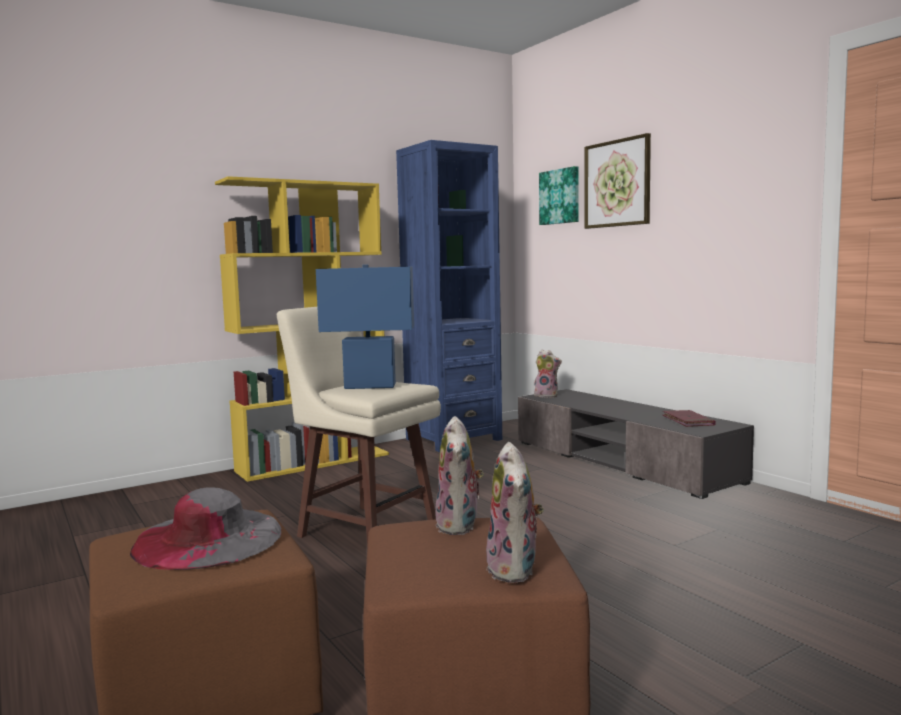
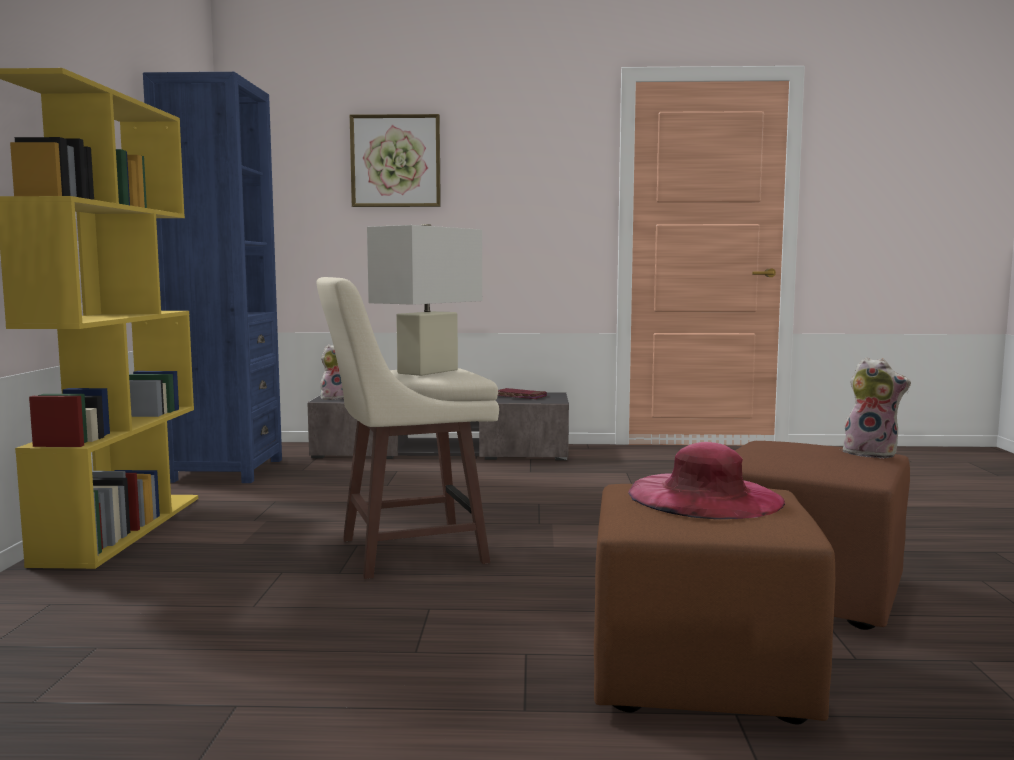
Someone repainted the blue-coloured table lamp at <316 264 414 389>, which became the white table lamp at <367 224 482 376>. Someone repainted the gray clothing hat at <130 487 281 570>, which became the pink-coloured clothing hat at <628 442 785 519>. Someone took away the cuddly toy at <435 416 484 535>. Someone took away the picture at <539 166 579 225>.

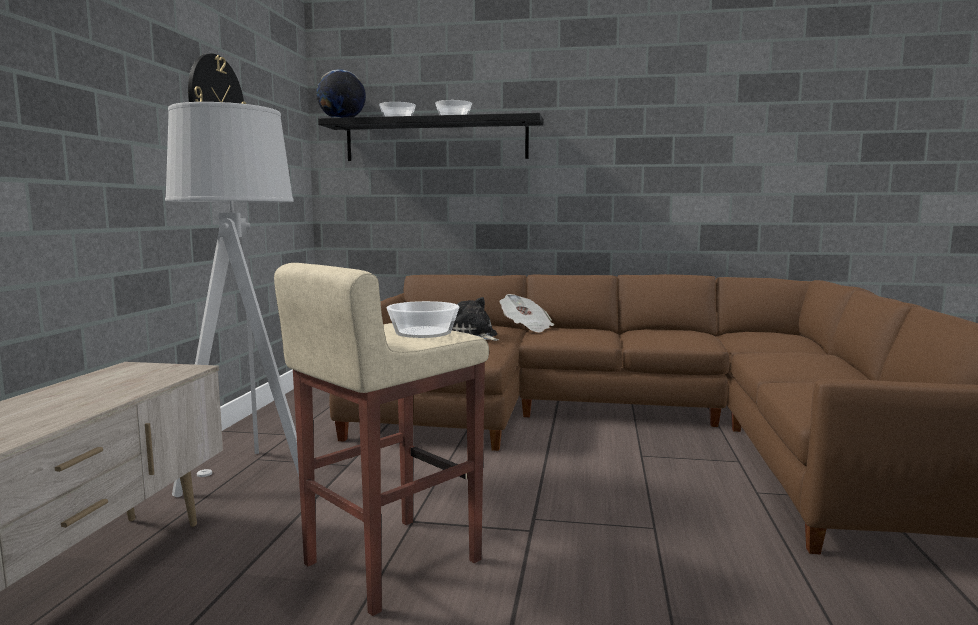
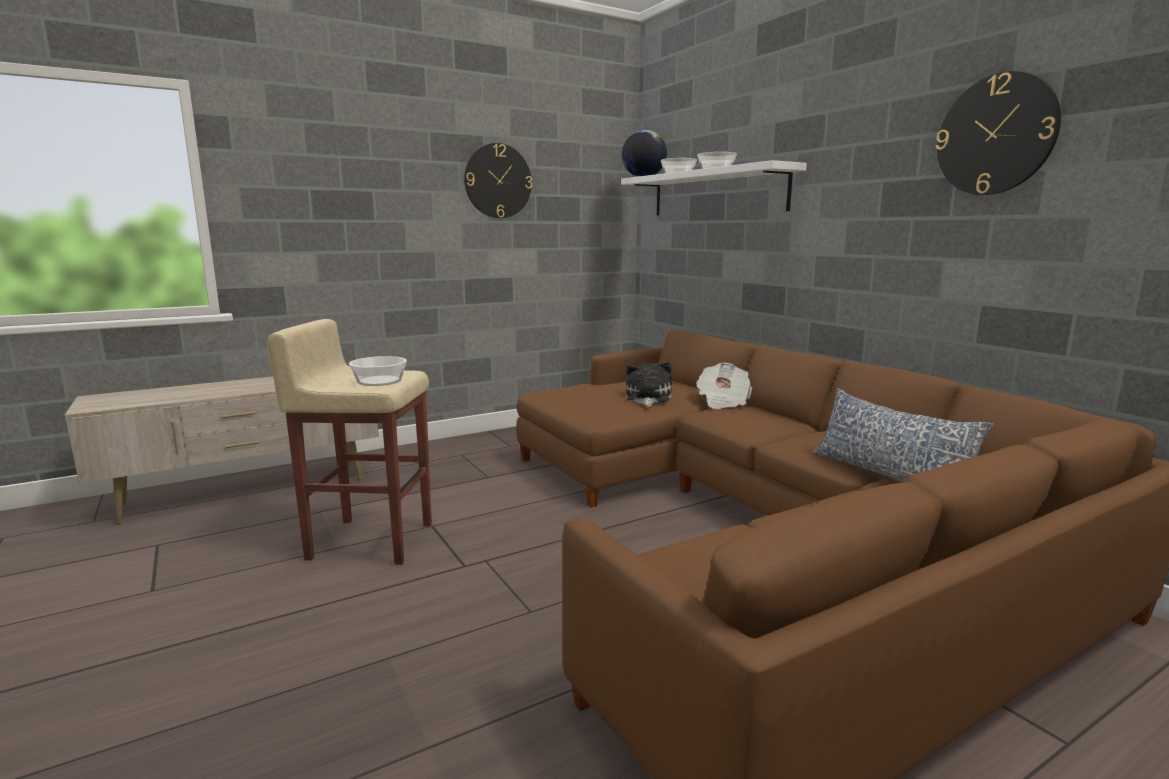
Someone repainted the blackish bracket shelf at <318 113 543 161>, which became the white bracket shelf at <621 160 807 215>. Someone put down the cushion at <813 388 994 482>. Someone put up the clock on the wall at <936 71 1061 195>. Someone took away the gray standard lamp at <165 102 299 497>.

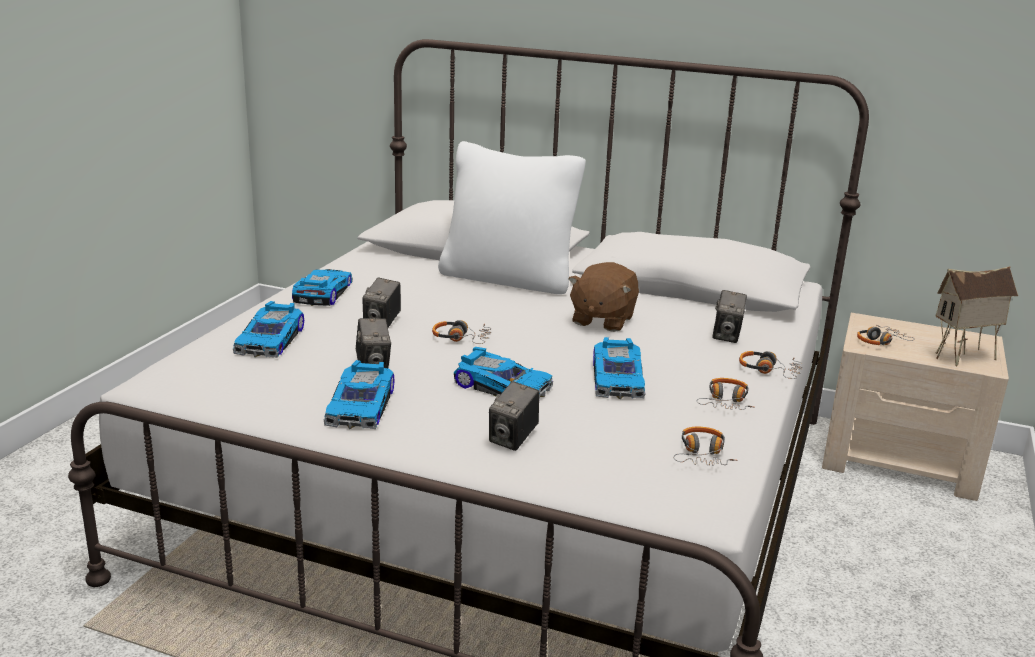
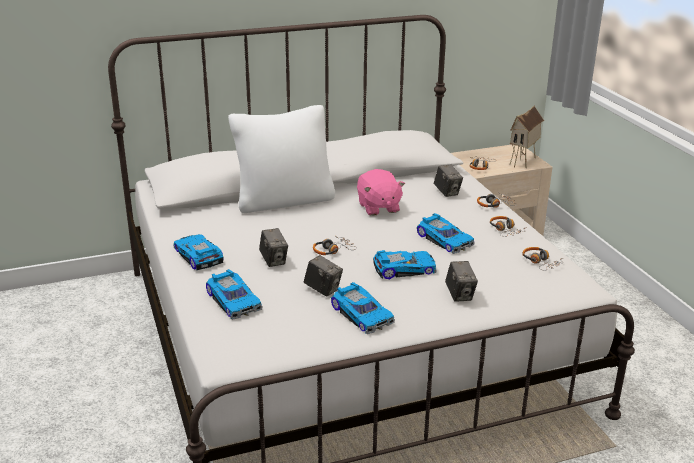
Someone repainted the brown cuddly toy at <568 262 639 332>, which became the pink-coloured cuddly toy at <357 169 405 216>.

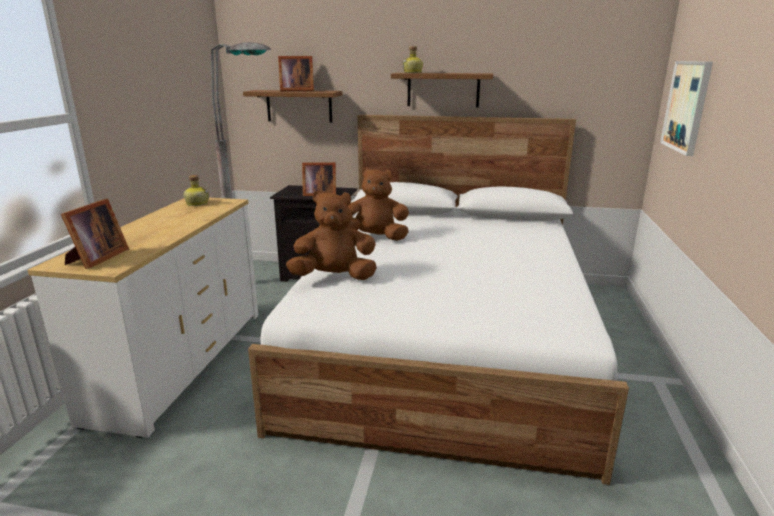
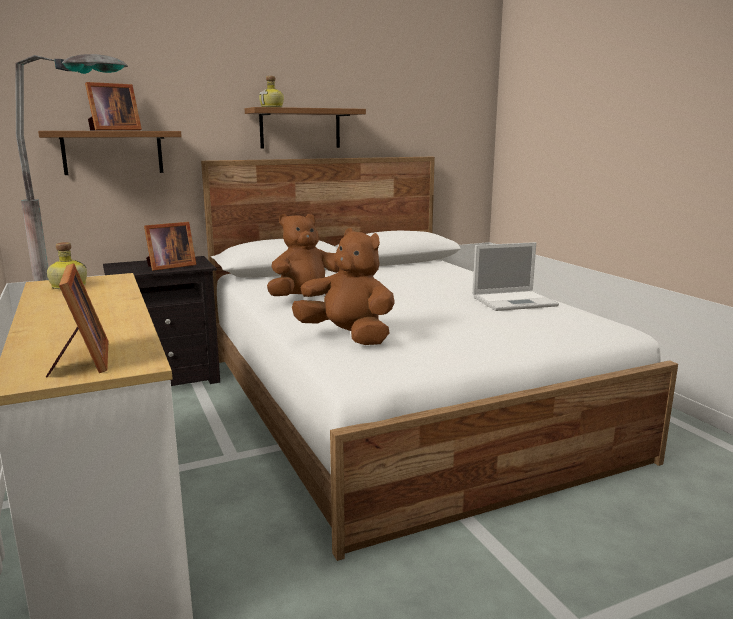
Someone rotated the brown cuddly toy at <286 191 377 280> by 75 degrees clockwise. Someone put down the notebook computer at <473 242 559 311>. Someone took away the picture at <660 61 713 156>.

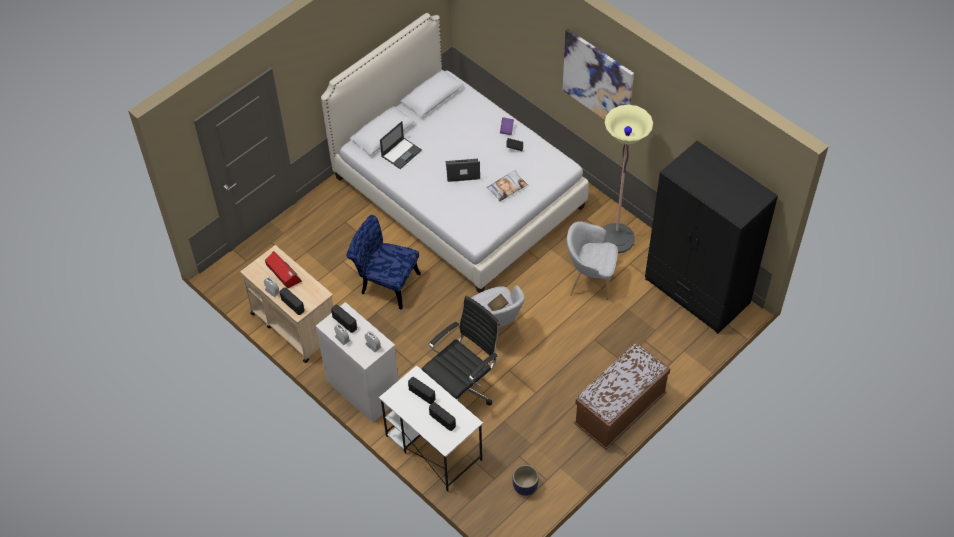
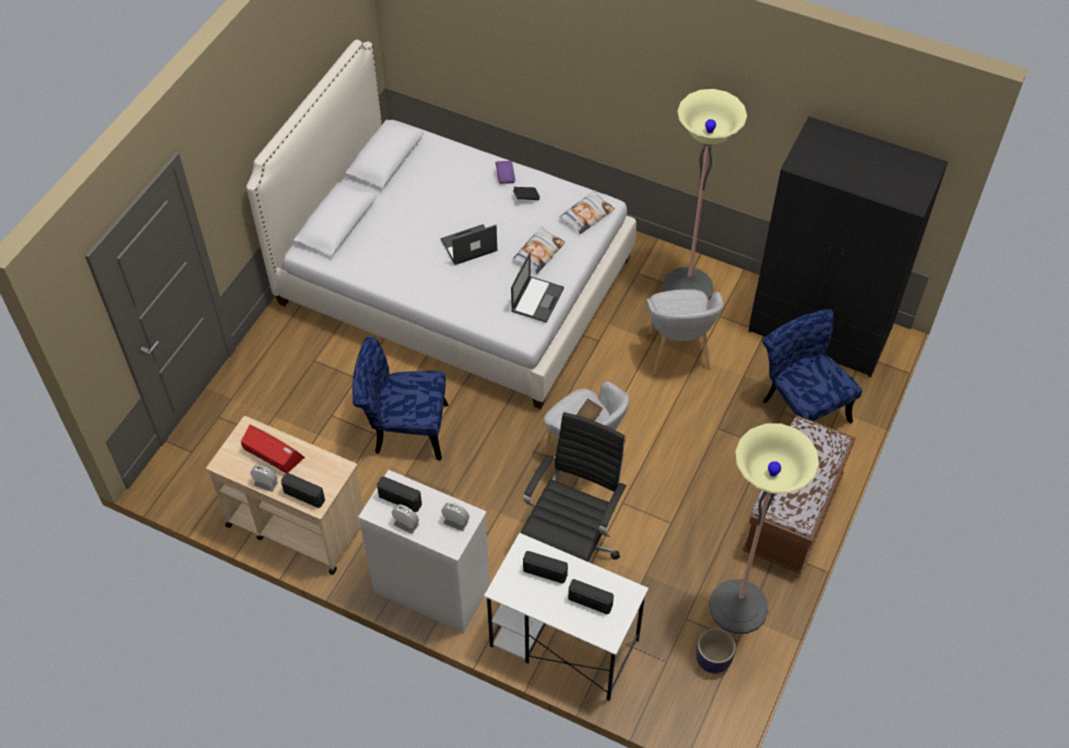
Someone carried the notebook computer from <380 121 422 169> to <511 252 564 323>. Someone put down the cushion at <559 191 615 234>. Someone rotated the gray lounge chair at <567 221 618 300> by 90 degrees counterclockwise. Someone put down the standard lamp at <709 424 819 634>. Someone put down the blue-coloured chair at <763 309 862 423>. Someone took away the picture at <563 29 634 120>.

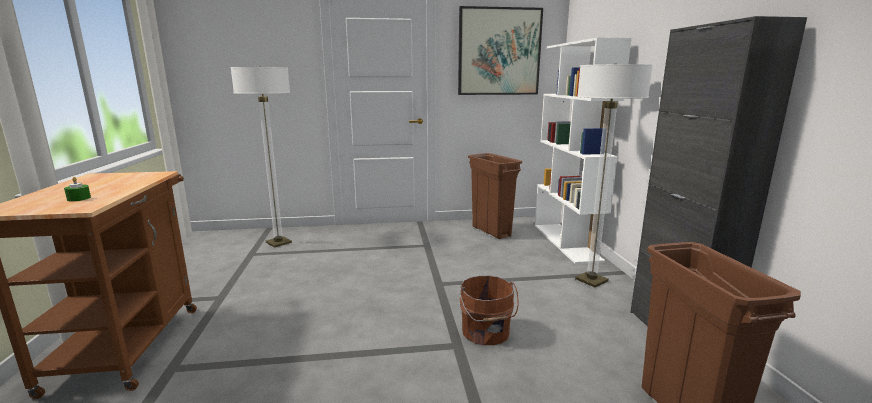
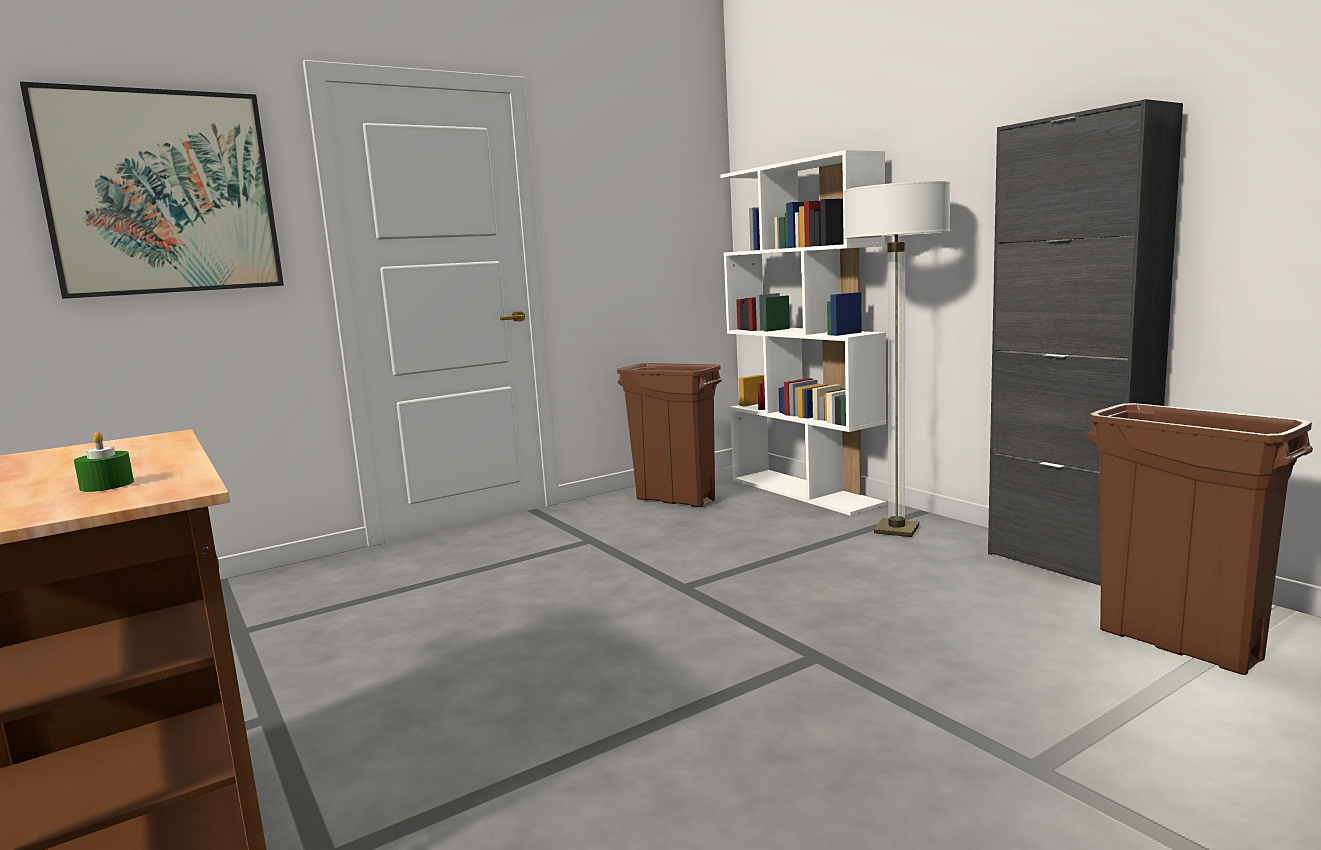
Someone carried the picture from <458 6 543 95> to <20 82 284 299>. Someone took away the standard lamp at <230 66 292 248>. Someone took away the brown pail at <460 276 519 345>.

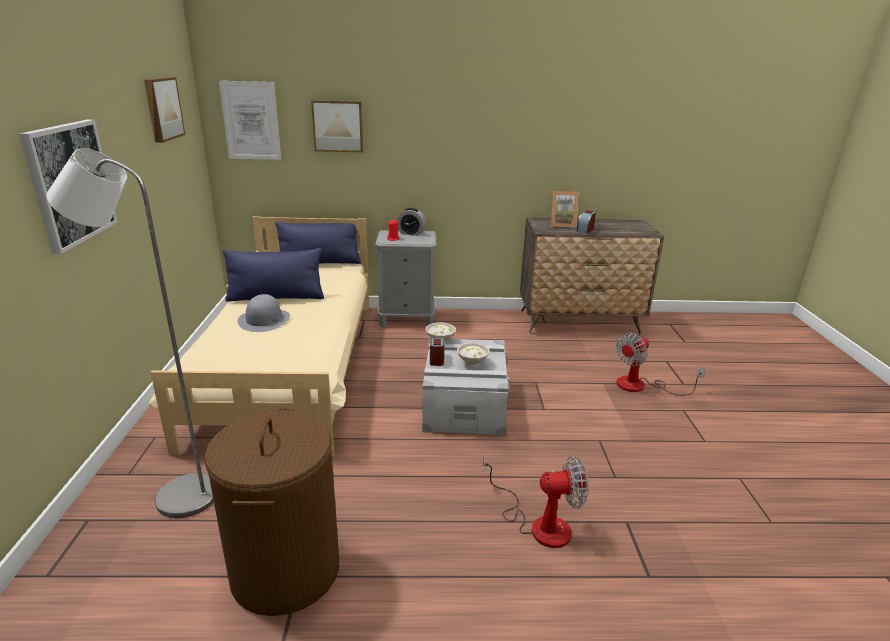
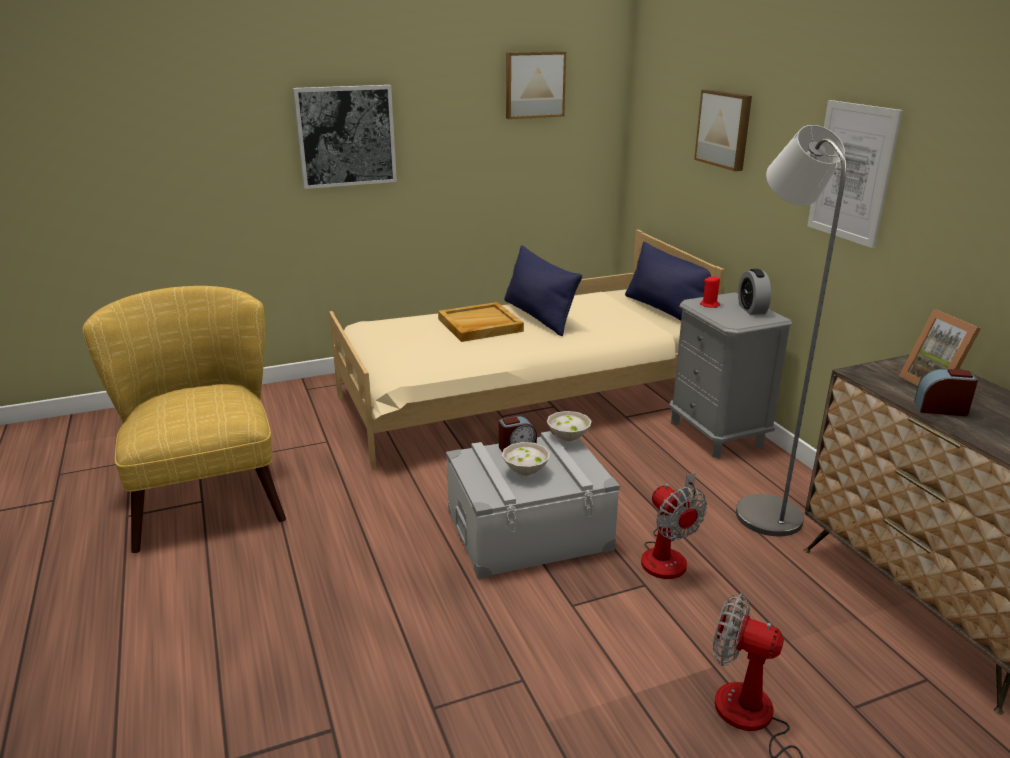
Someone swapped the brown hamper at <204 408 339 616> for the yellowish lounge chair at <83 286 286 553>. Someone swapped the gray clothing hat at <238 294 290 332> for the beige-coloured serving tray at <438 302 524 342>. Someone carried the electric fan from <483 455 588 548> to <641 473 707 579>. Someone carried the gray standard lamp from <46 148 214 518> to <736 125 847 536>. Someone carried the picture from <219 81 281 160> to <807 100 903 248>.

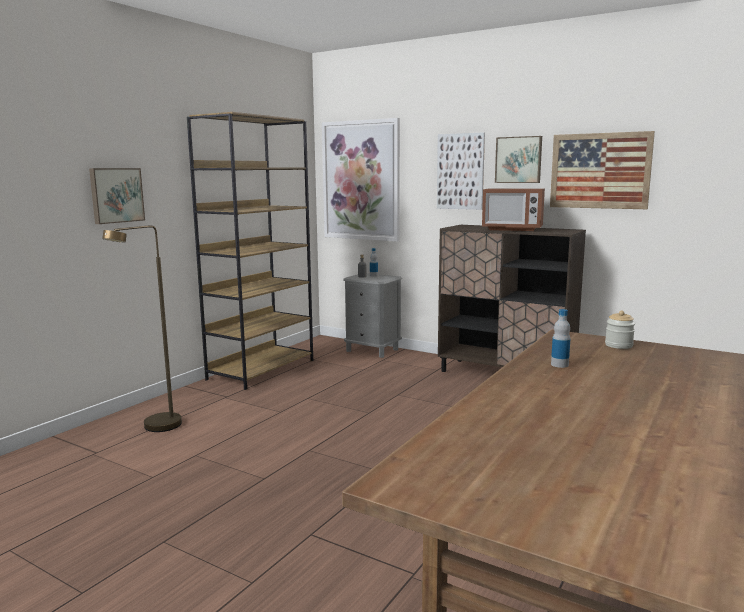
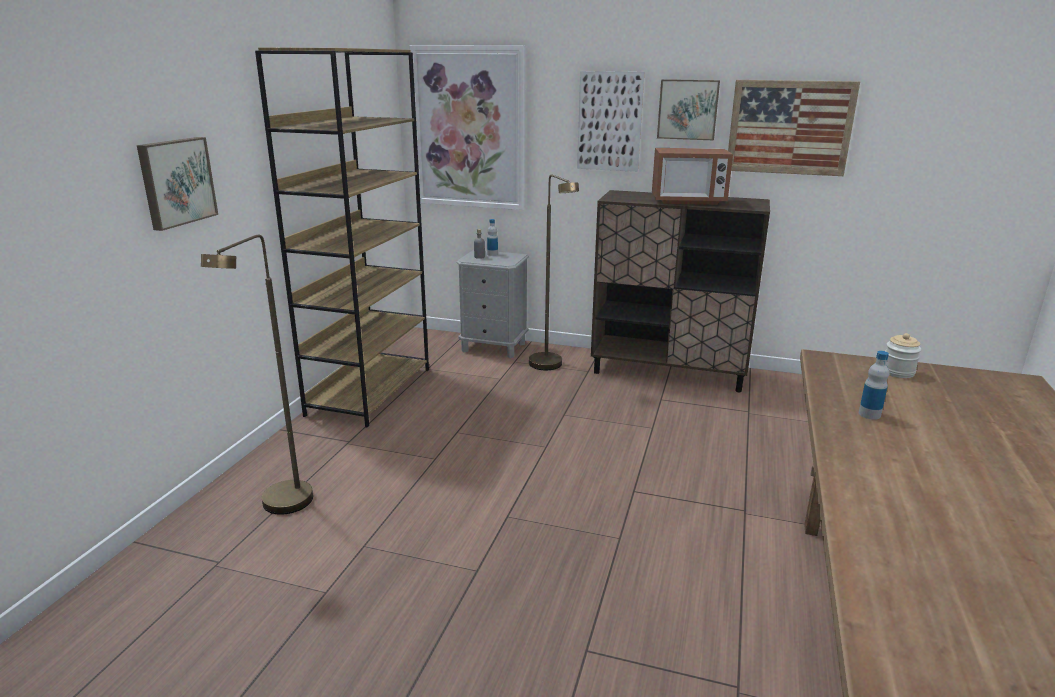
Someone put down the brown standard lamp at <529 175 579 370>.

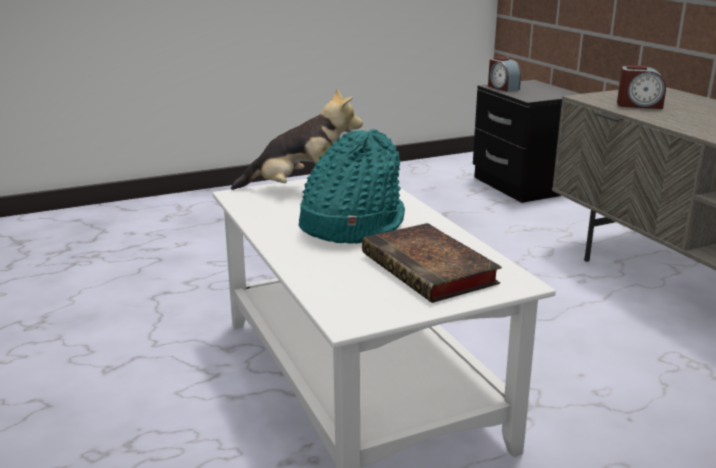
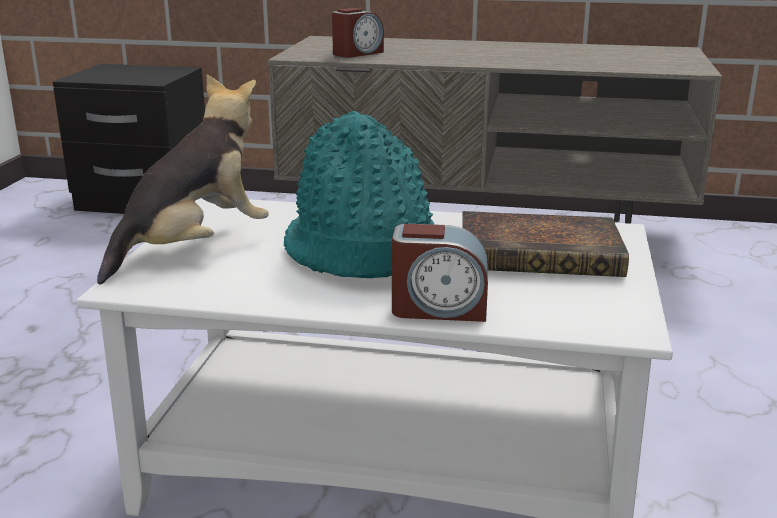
Someone carried the alarm clock from <488 57 521 92> to <392 224 488 322>.

